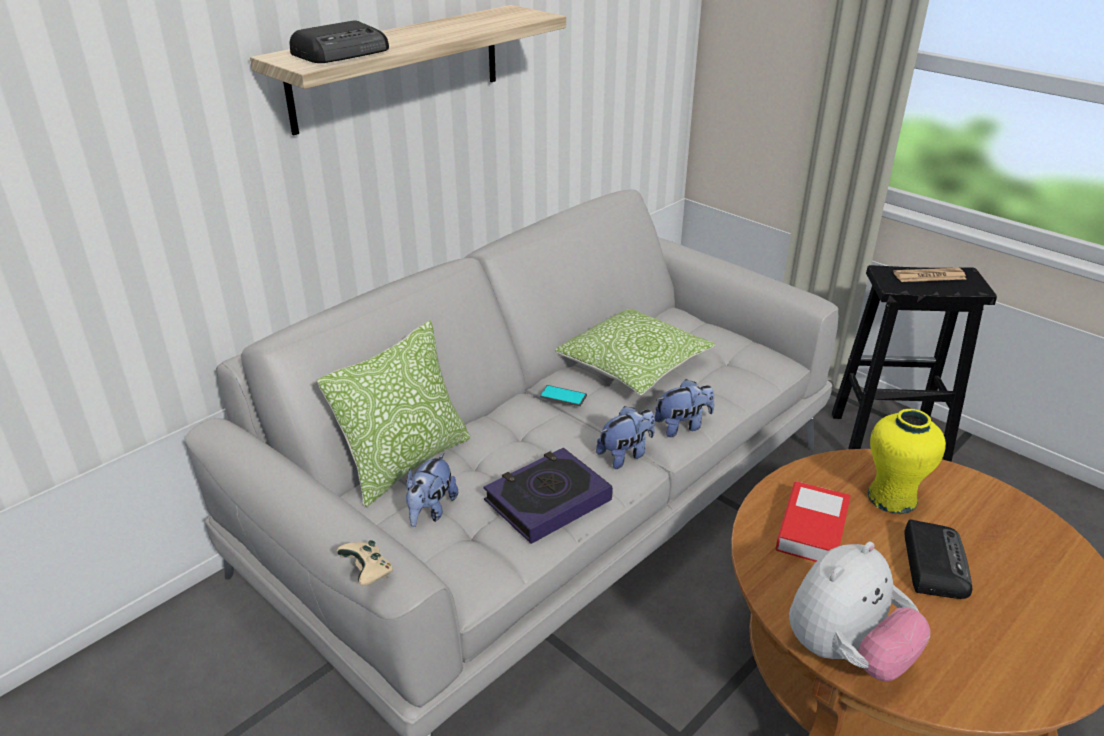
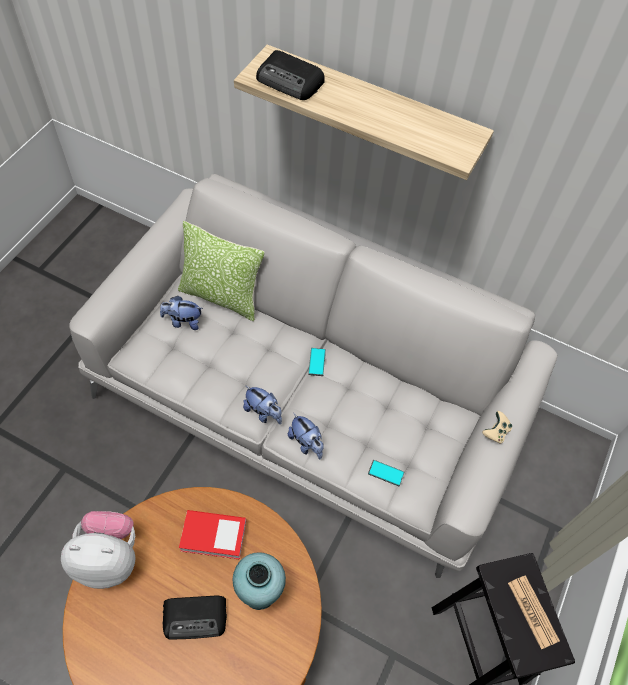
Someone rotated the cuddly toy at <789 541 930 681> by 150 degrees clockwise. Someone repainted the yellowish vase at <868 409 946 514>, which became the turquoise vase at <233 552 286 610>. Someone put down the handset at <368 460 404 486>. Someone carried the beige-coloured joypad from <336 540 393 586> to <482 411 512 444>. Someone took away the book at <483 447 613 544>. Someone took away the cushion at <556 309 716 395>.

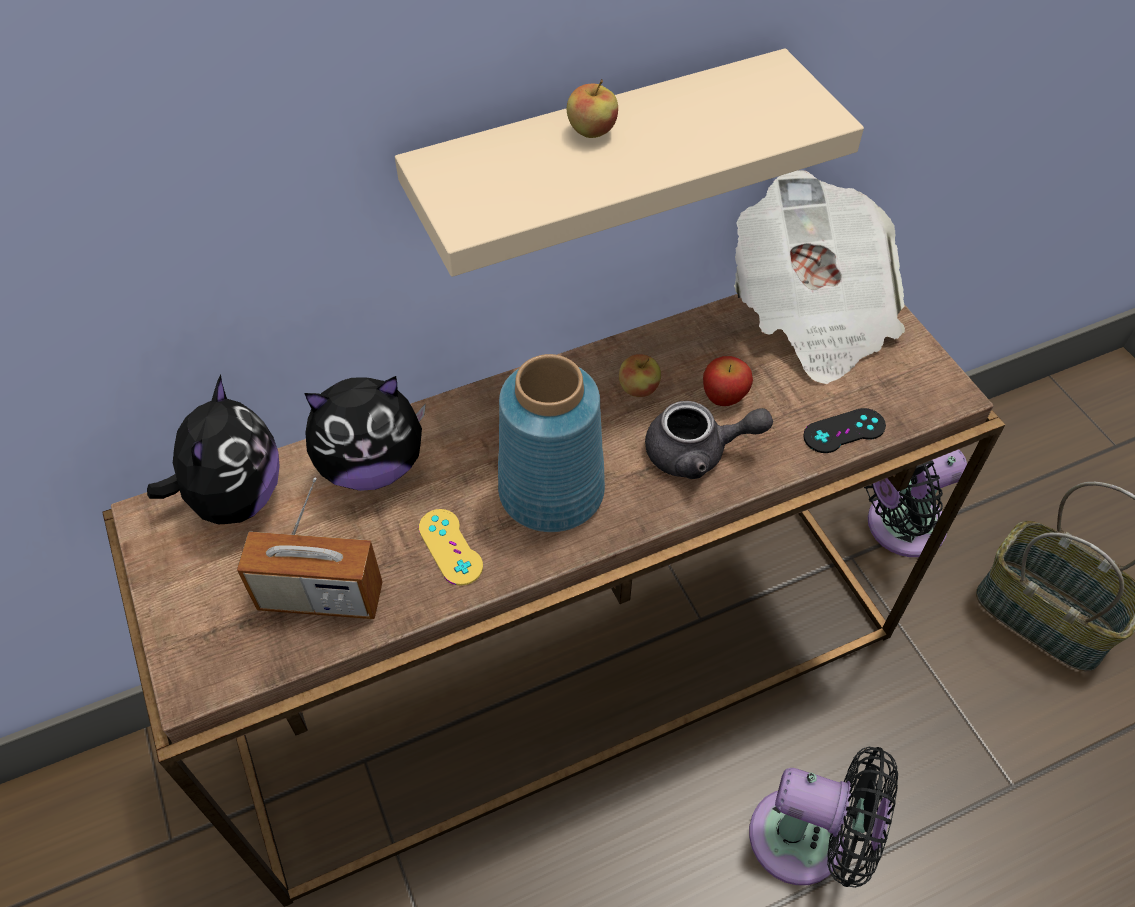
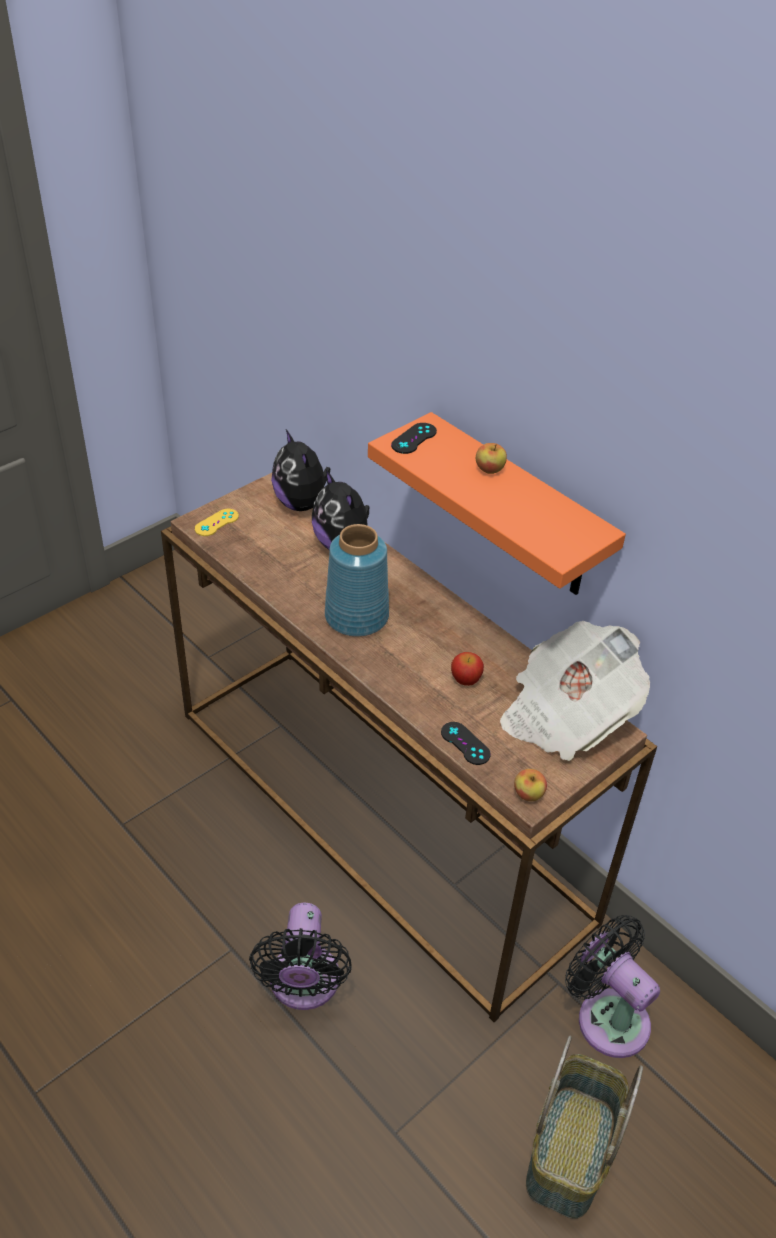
Someone carried the yellowish joypad from <419 509 483 585> to <194 509 239 536>. Someone rotated the cuddly toy at <147 375 280 525> by 75 degrees clockwise. Someone repainted the beige-coloured bracket shelf at <395 48 864 277>, which became the orange-coloured bracket shelf at <368 412 626 595>. Someone put down the blackish joypad at <391 423 437 454>. Someone carried the apple from <619 354 661 397> to <514 769 547 801>. Someone took away the radio at <237 477 382 619>. Someone took away the gray teapot at <645 401 773 479>.

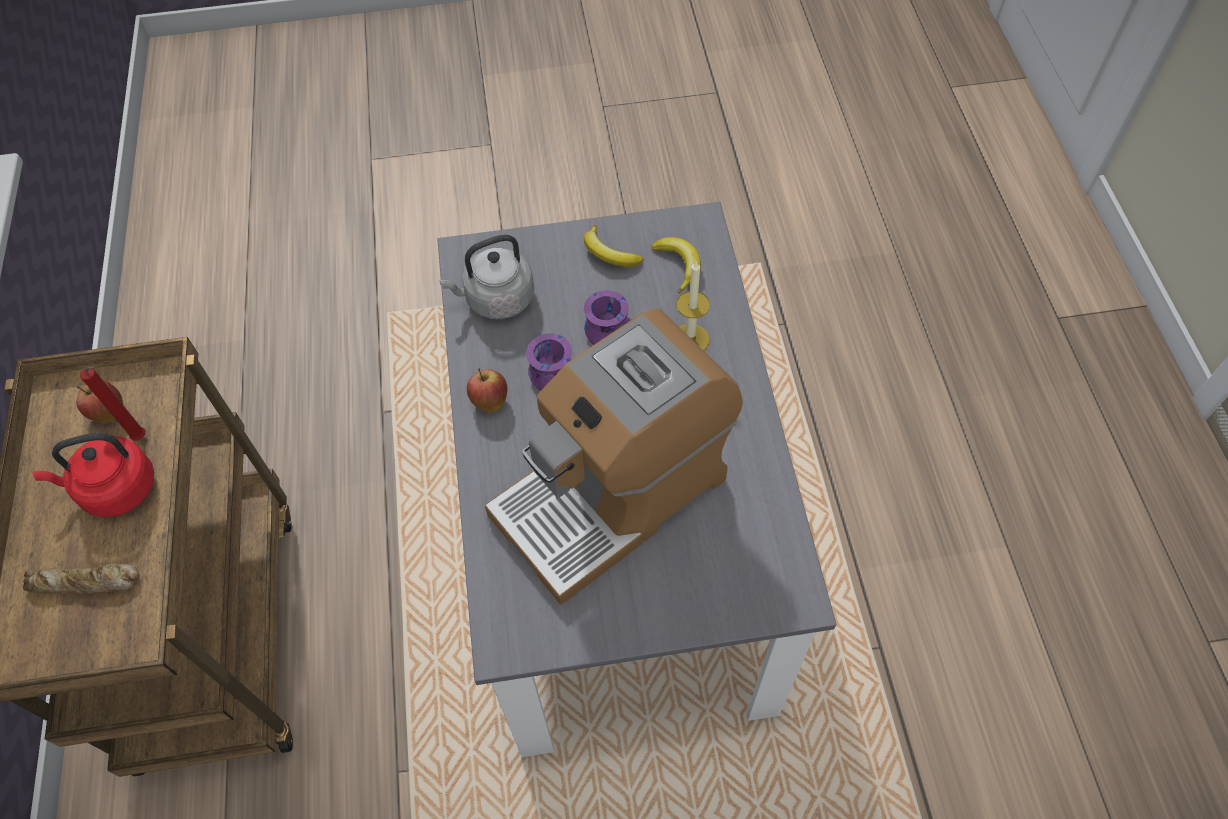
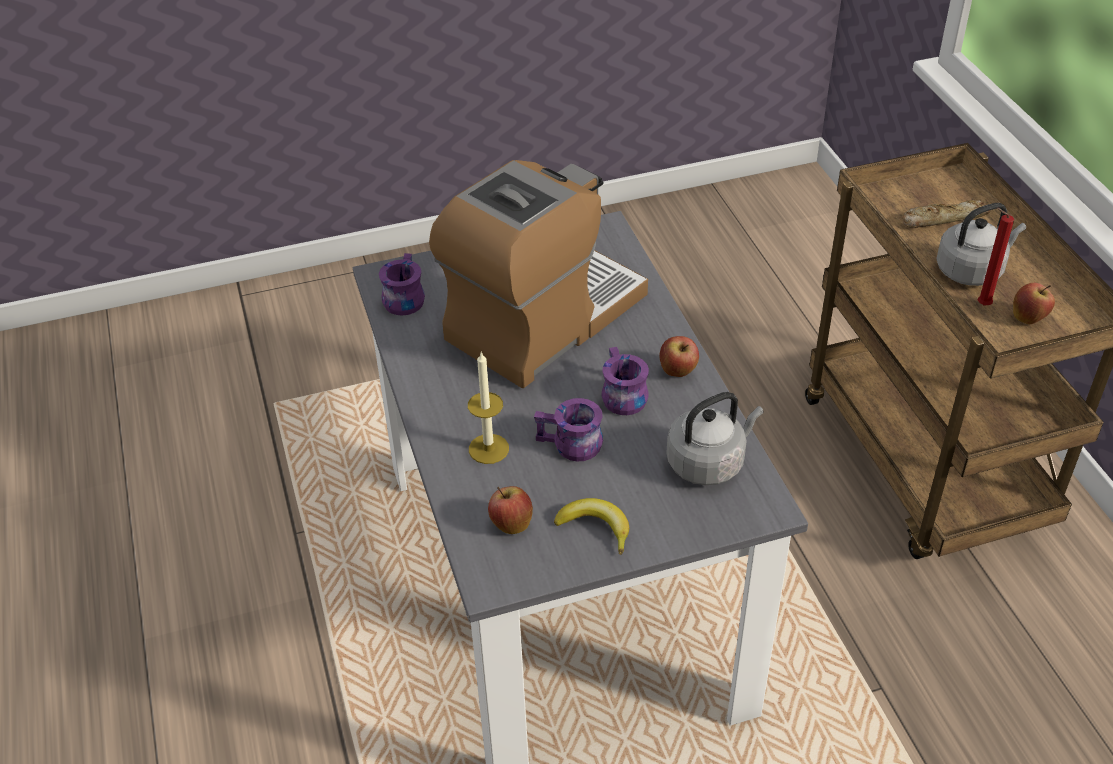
Someone put down the purple tea mug at <379 253 425 316>. Someone swapped the whole banana at <652 237 701 293> for the apple at <488 486 533 534>. Someone repainted the reddish kettle at <32 433 154 517>, which became the gray kettle at <936 203 1026 286>.

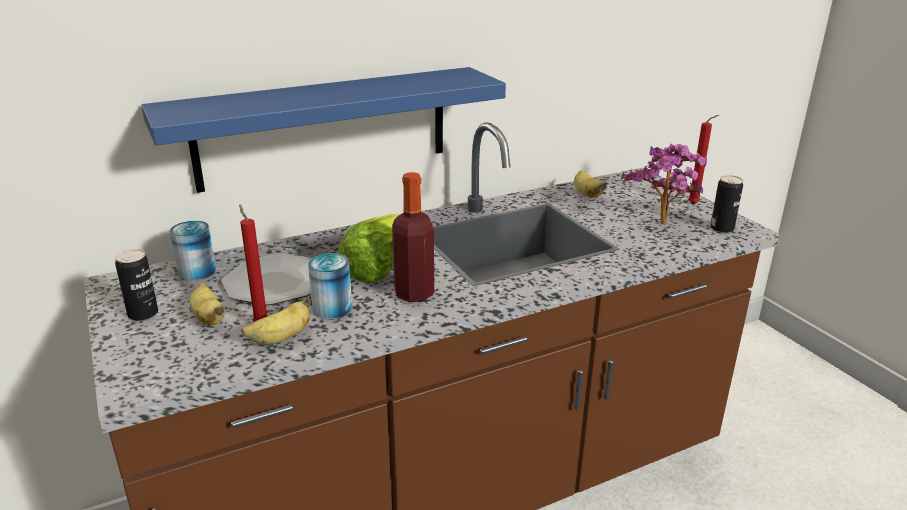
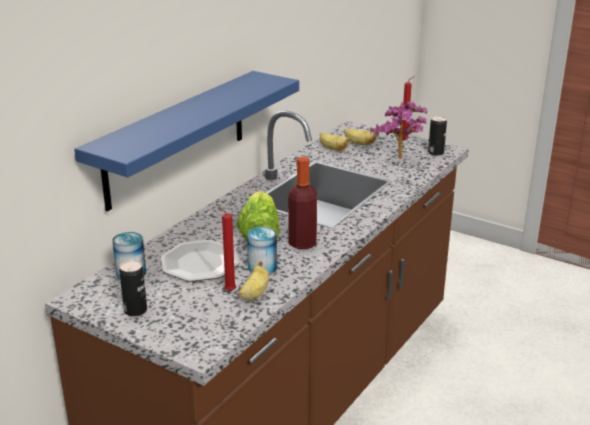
Someone carried the whole banana from <189 282 225 325> to <344 129 379 145>.

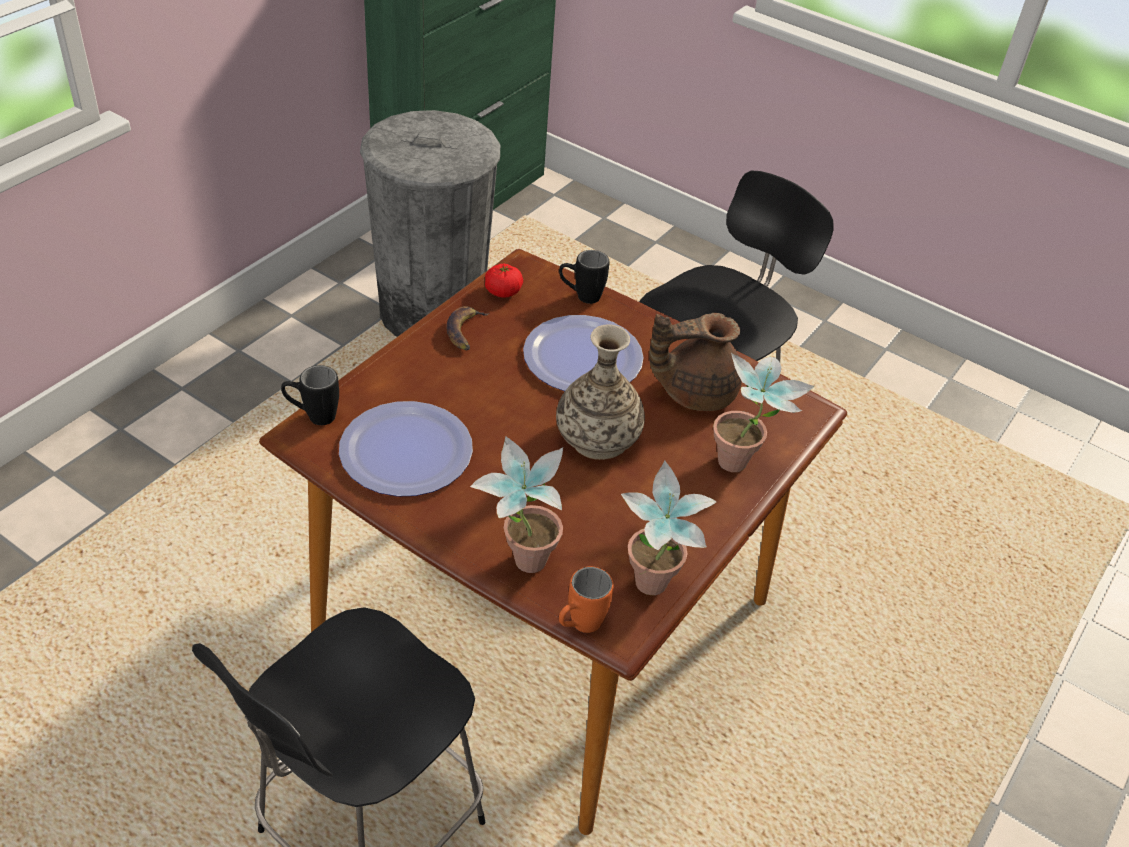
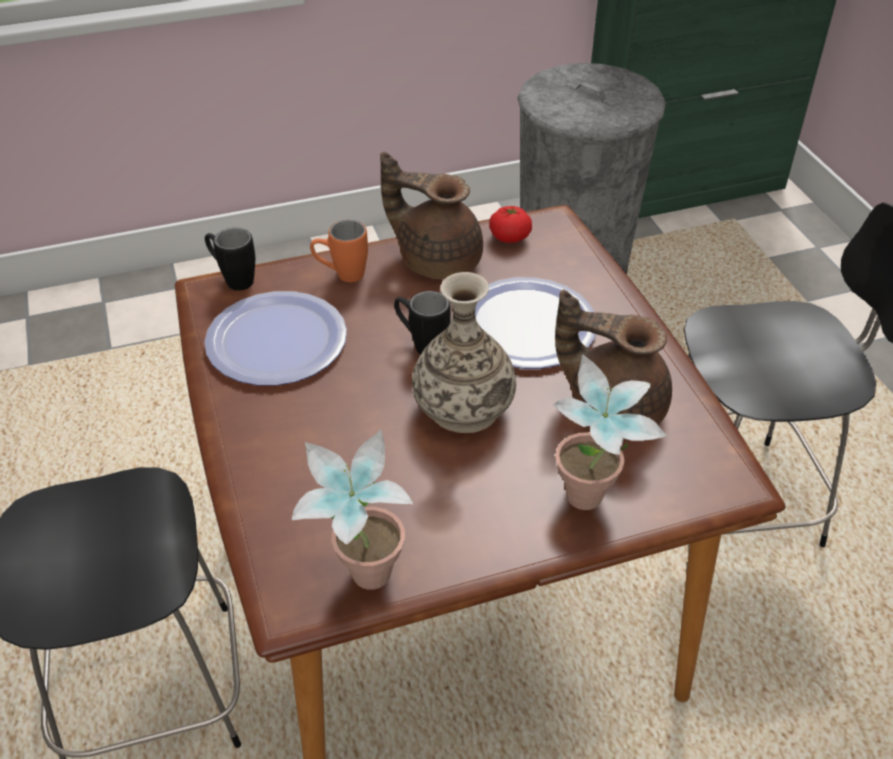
Someone carried the orange-coloured tea mug from <559 567 614 633> to <310 220 368 282>. Someone swapped the whole banana at <446 306 489 351> for the brown teapot at <380 152 483 279>. Someone carried the blackish tea mug from <559 250 609 304> to <394 291 450 355>. Someone took away the potted plant at <470 436 563 573>.

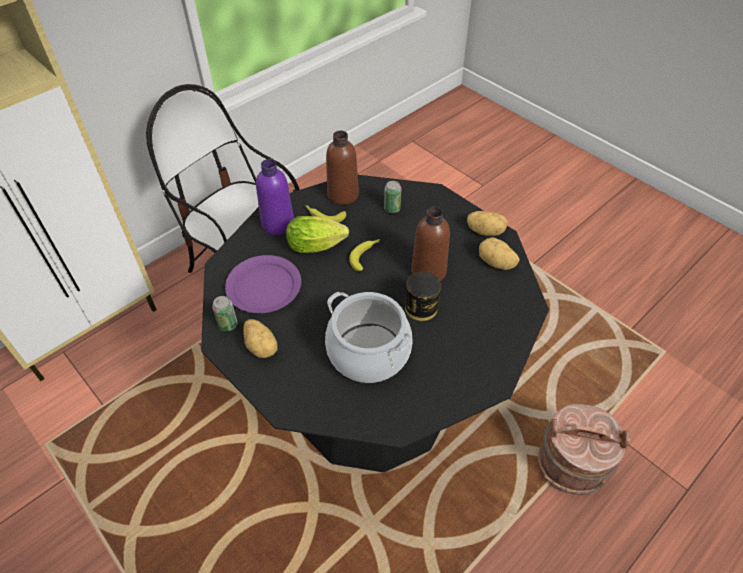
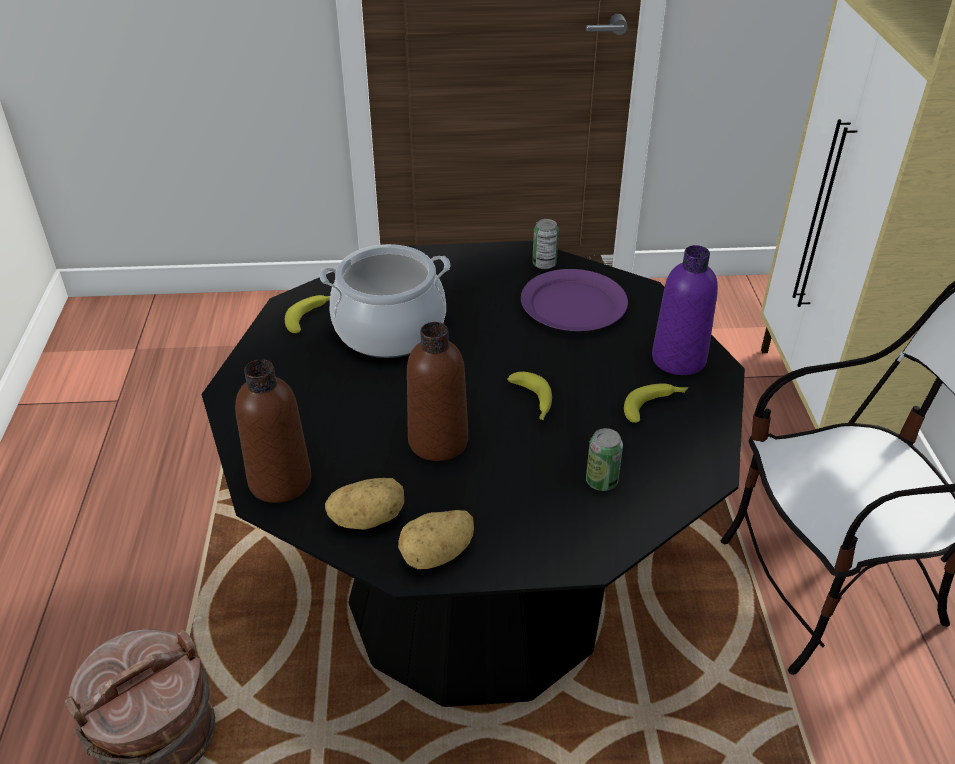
Someone carried the brown beverage bottle from <326 130 359 205> to <235 359 311 503>. Someone put down the whole banana at <285 295 330 333>. Someone took away the spud at <243 319 278 358>. Someone took away the lettuce at <286 216 349 253>. Someone took away the metal can at <405 272 441 321>.

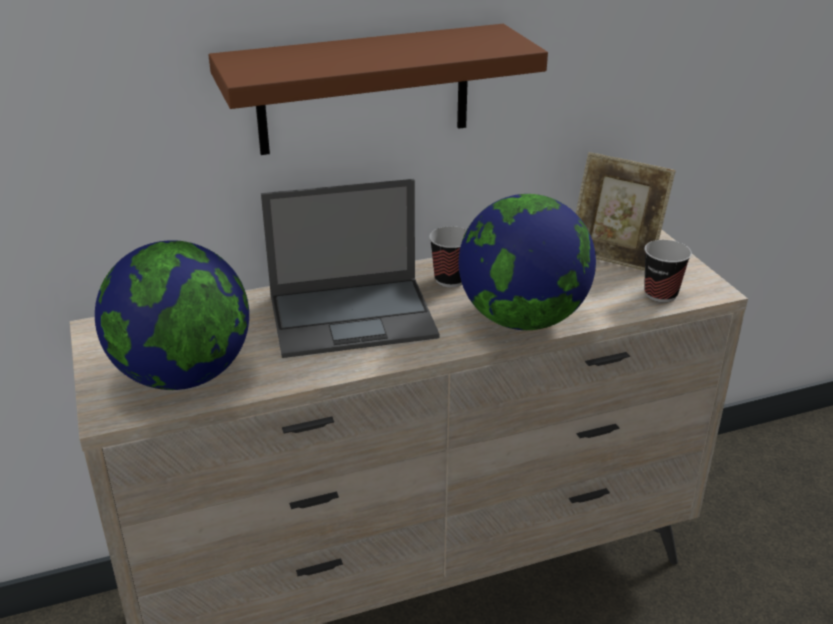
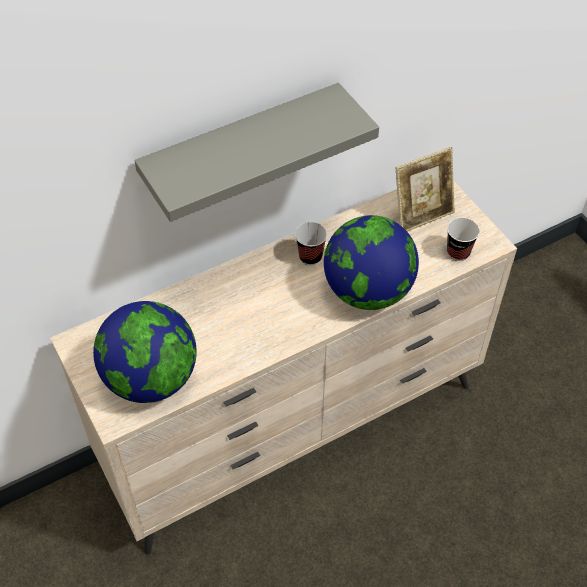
Someone repainted the brown bracket shelf at <209 24 548 155>, which became the gray bracket shelf at <134 83 379 222>. Someone rotated the picture frame at <576 152 676 271> by 45 degrees counterclockwise. Someone took away the notebook computer at <261 179 439 358>.

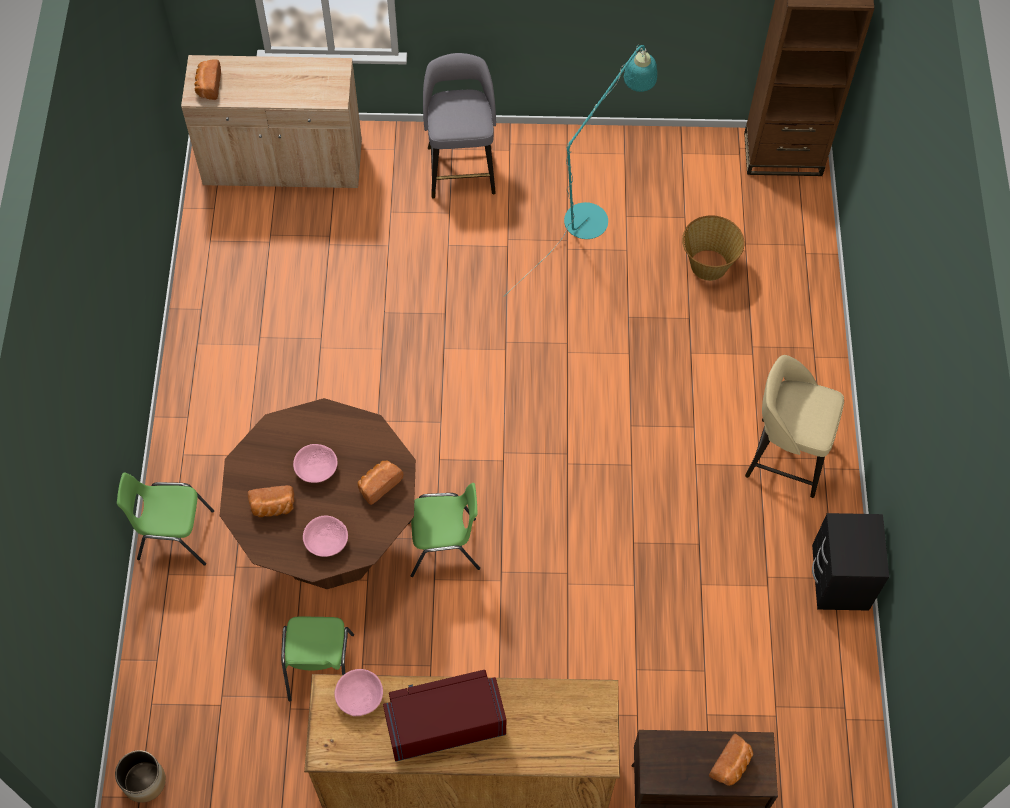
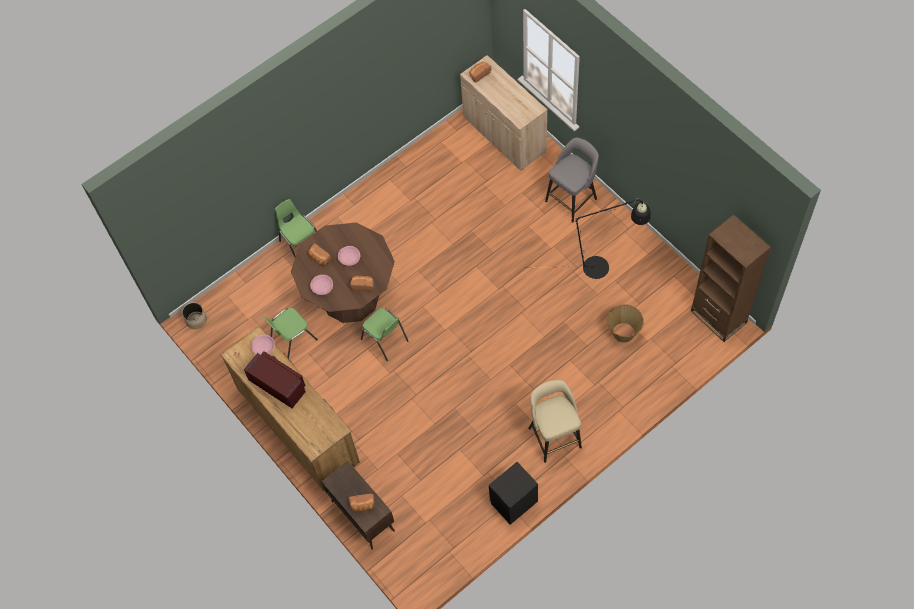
Someone repainted the turquoise standard lamp at <503 45 657 297>, which became the blackish standard lamp at <524 198 651 279>.

